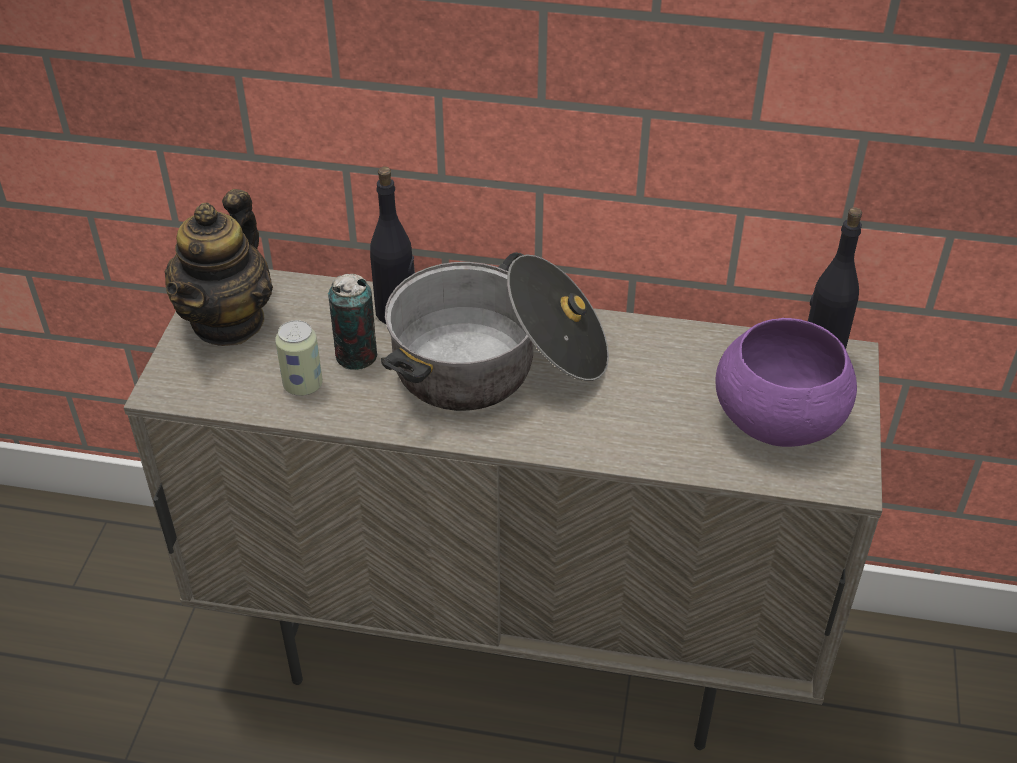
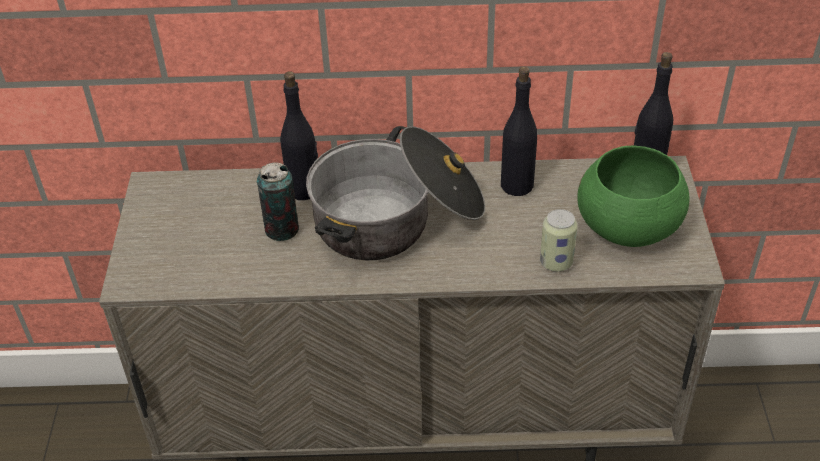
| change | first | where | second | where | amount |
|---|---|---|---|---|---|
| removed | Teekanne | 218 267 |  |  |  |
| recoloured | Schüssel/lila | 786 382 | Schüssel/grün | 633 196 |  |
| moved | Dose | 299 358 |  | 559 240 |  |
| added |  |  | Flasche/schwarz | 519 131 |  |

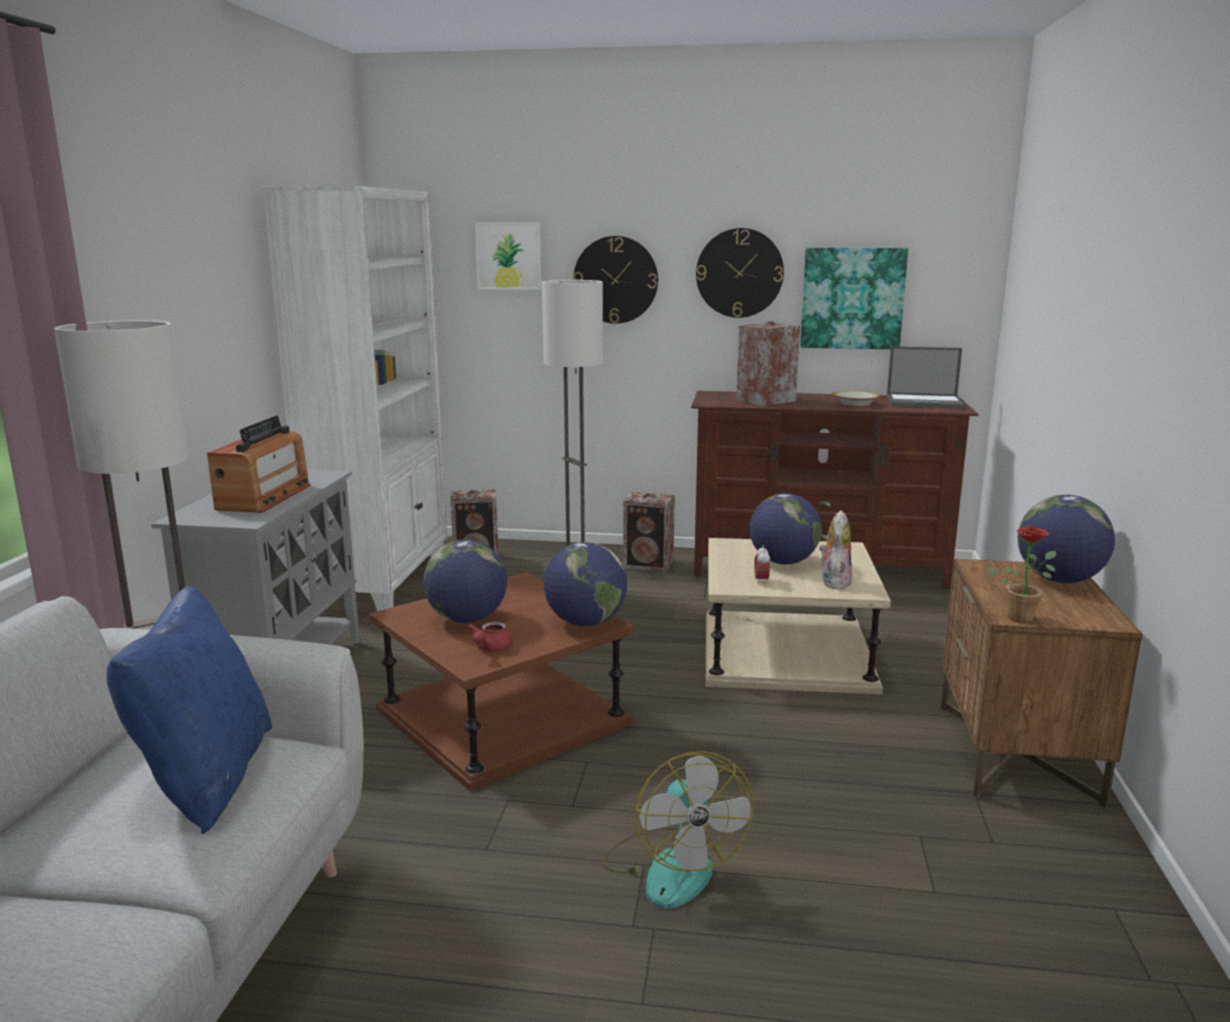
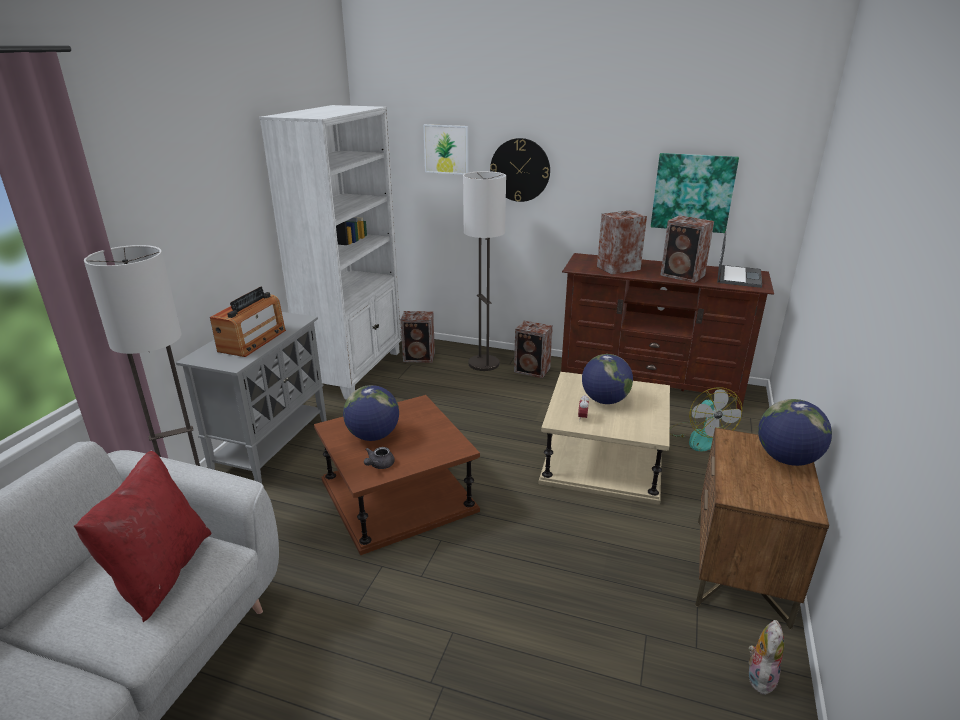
| change | first | where | second | where | amount |
|---|---|---|---|---|---|
| removed | Wanduhr | 740 273 |  |  |  |
| turned | Laptop | 926 377 |  | 739 259 | 90 degrees counterclockwise |
| replaced | Schüssel | 856 399 | Lautsprecher | 687 249 |  |
| moved | Plüschtier | 835 549 |  | 766 657 |  |
| removed | Topfpflanze | 1021 574 |  |  |  |
| removed | Globus | 585 584 |  |  |  |
| recoloured | Kissen/blau | 189 710 | Kissen/rot | 142 536 |  |
| recoloured | Teekanne/rot | 490 637 | Teekanne/grau | 379 458 |  |
| moved | Ventilator | 677 830 |  | 706 419 |  |

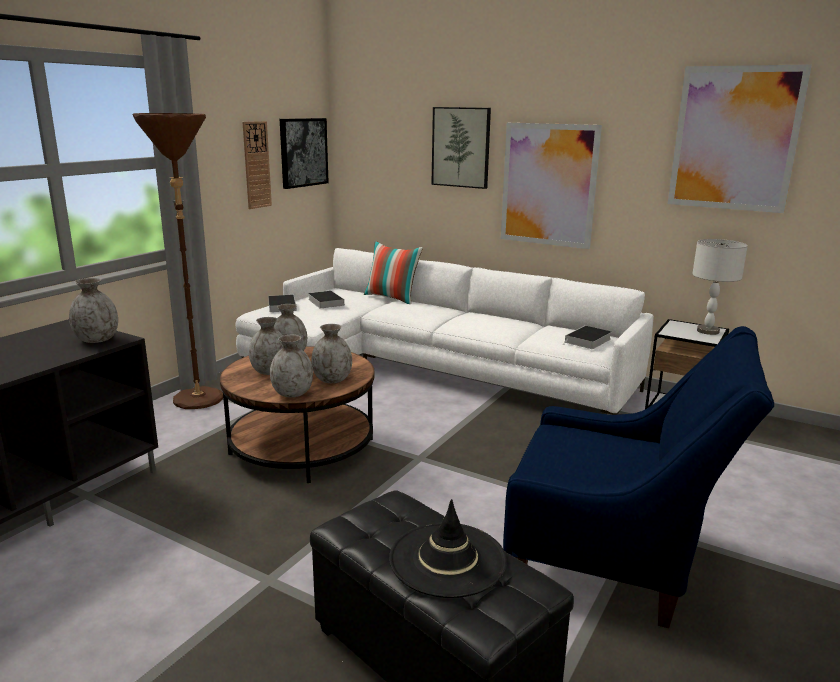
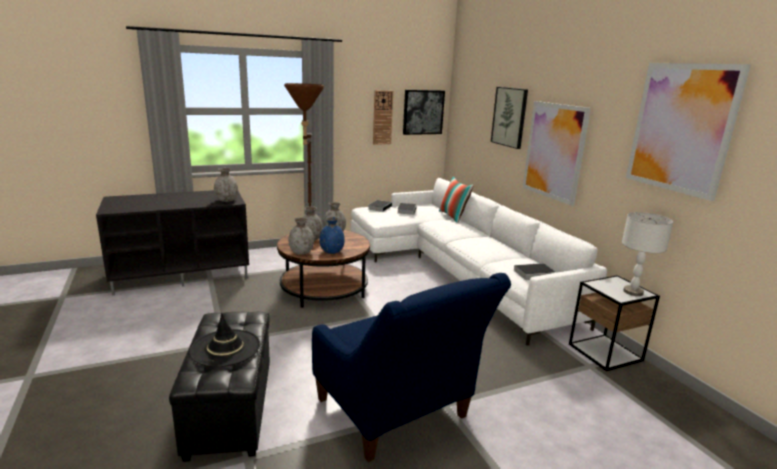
| change | first | where | second | where | amount |
|---|---|---|---|---|---|
| recoloured | Vase/grau | 331 353 | Vase/blau | 332 235 |  |

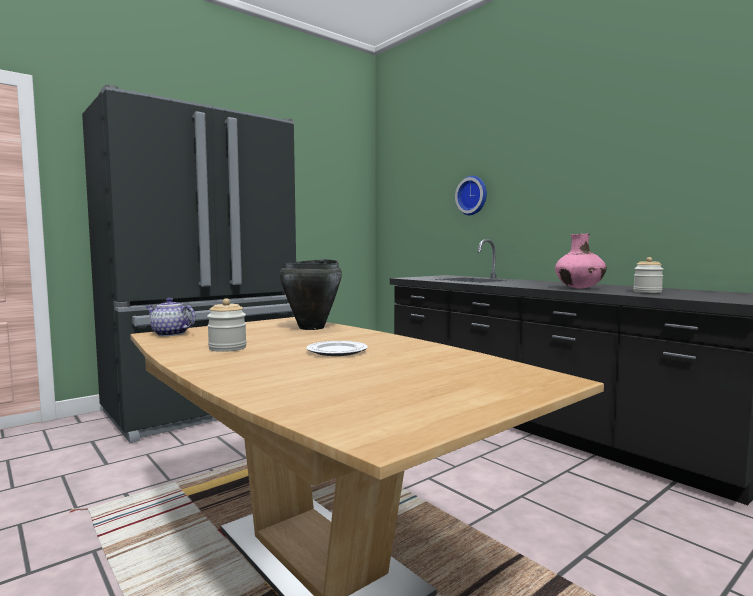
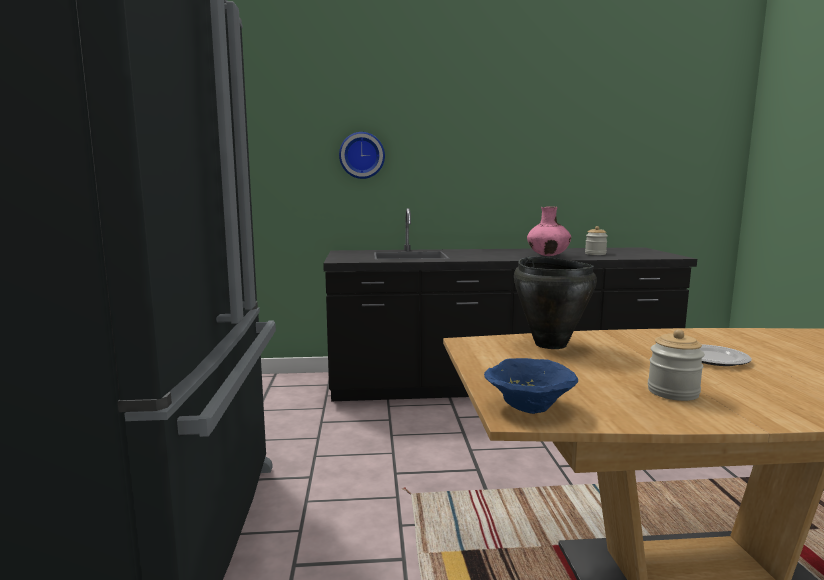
| change | first | where | second | where | amount |
|---|---|---|---|---|---|
| replaced | Teekanne | 171 317 | Schüssel/blau | 531 386 |  |

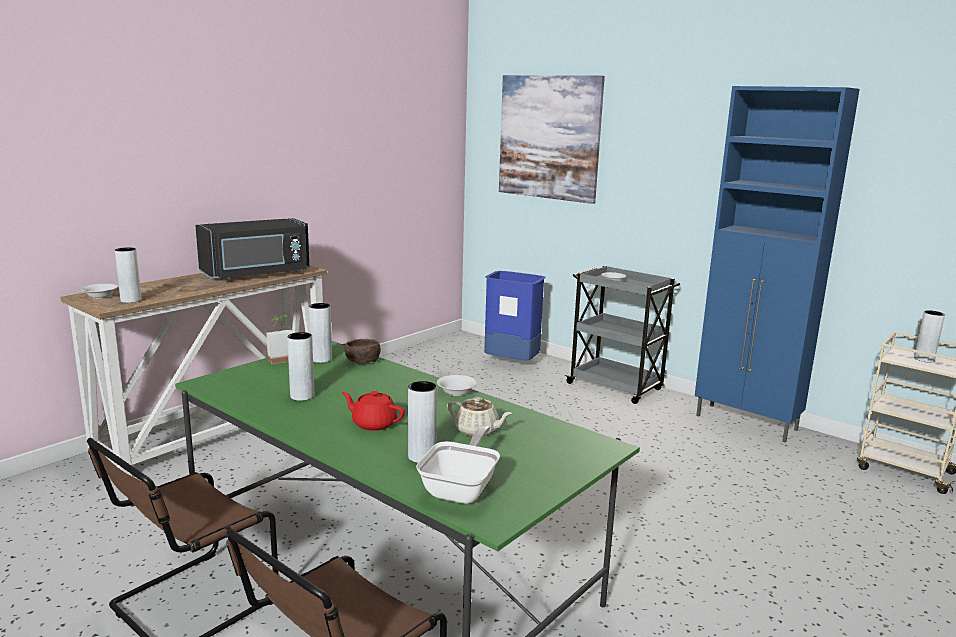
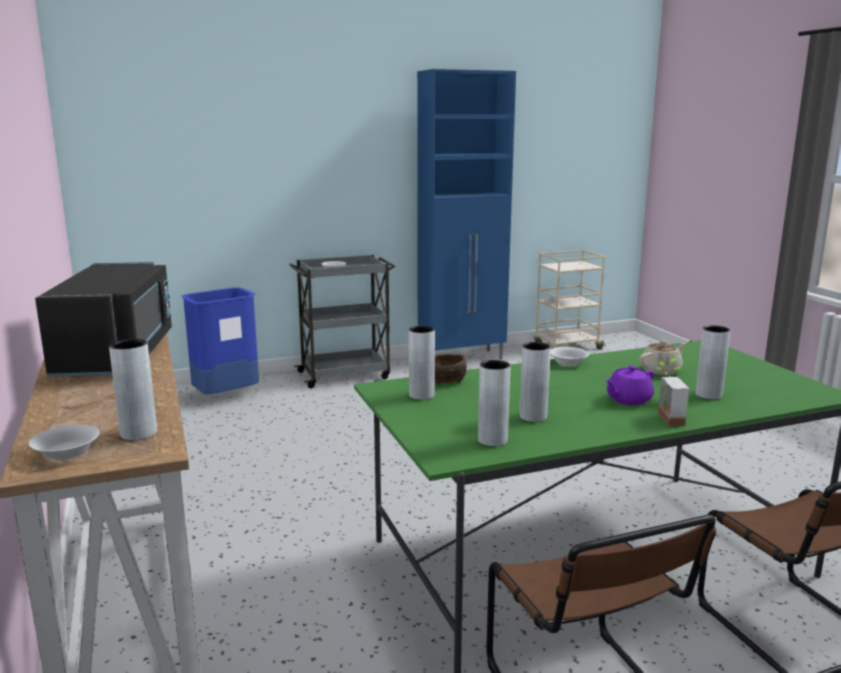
| change | first | where | second | where | amount |
|---|---|---|---|---|---|
| removed | Bild | 552 139 |  |  |  |
| moved | Vase/grau | 929 336 |  | 494 403 |  |
| moved | Topfpflanze | 280 339 |  | 671 392 |  |
| recoloured | Teekanne/rot | 373 411 | Teekanne/lila | 630 385 |  |
| removed | Pfanne | 458 464 |  |  |  |

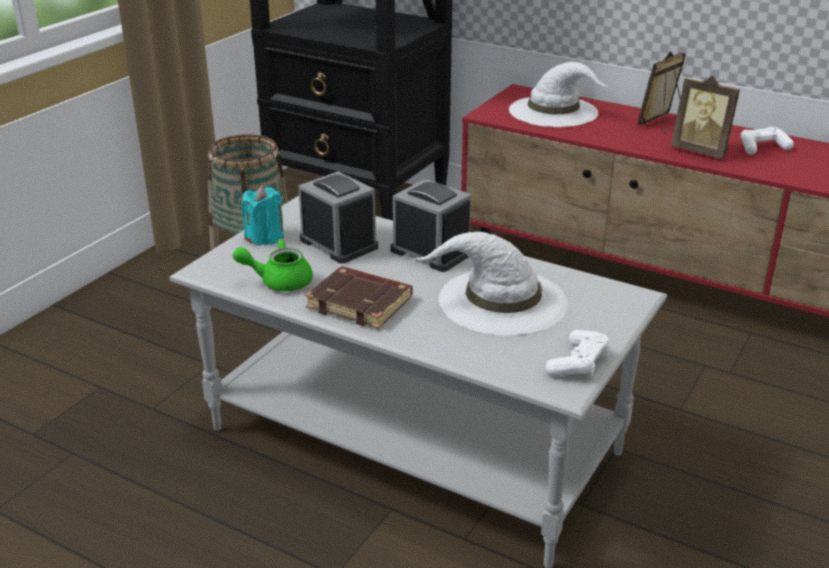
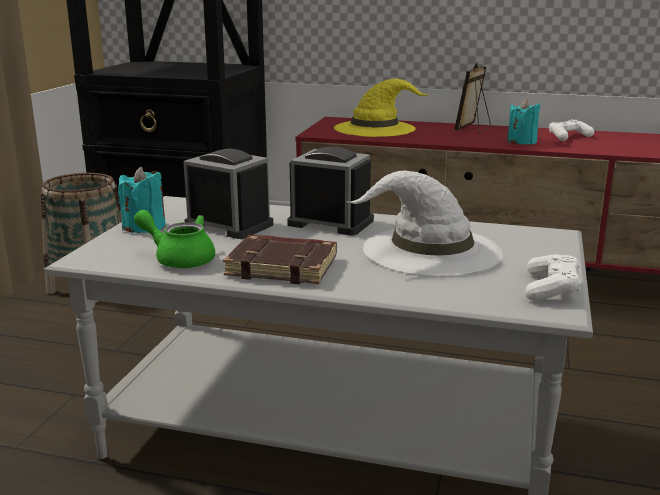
| change | first | where | second | where | amount |
|---|---|---|---|---|---|
| recoloured | Hut/weiß | 559 94 | Hut/gelb | 382 107 |  |
| replaced | Bilderrahmen | 705 117 | Kerze/türkis | 523 121 |  |
| turned | Teekanne/grün | 273 265 |  | 174 239 | 45 degrees clockwise |

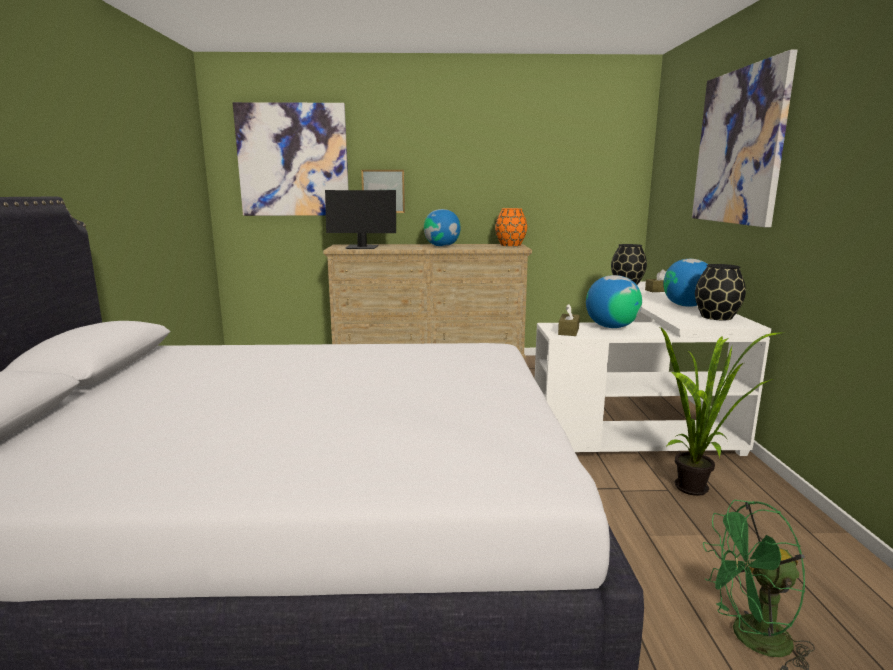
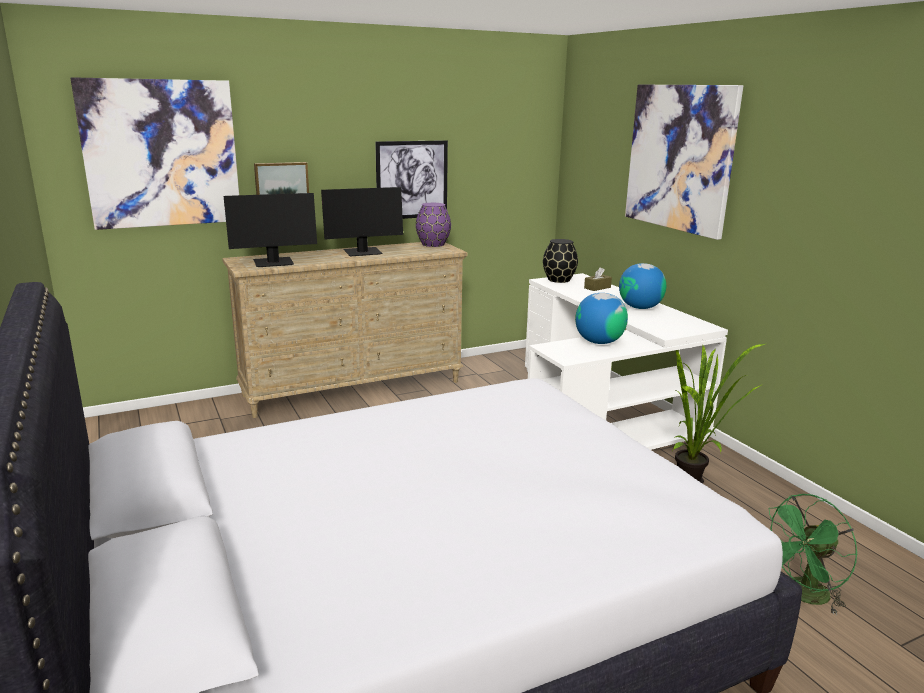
| change | first | where | second | where | amount |
|---|---|---|---|---|---|
| recoloured | Vase/orange | 511 227 | Vase/lila | 433 225 |  |
| replaced | Globus | 442 228 | Monitor | 362 221 |  |
| removed | Vase/schwarz | 720 292 |  |  |  |
| removed | Taschentuchbox/braun | 569 320 |  |  |  |
| added |  |  | Bild | 411 179 |  |

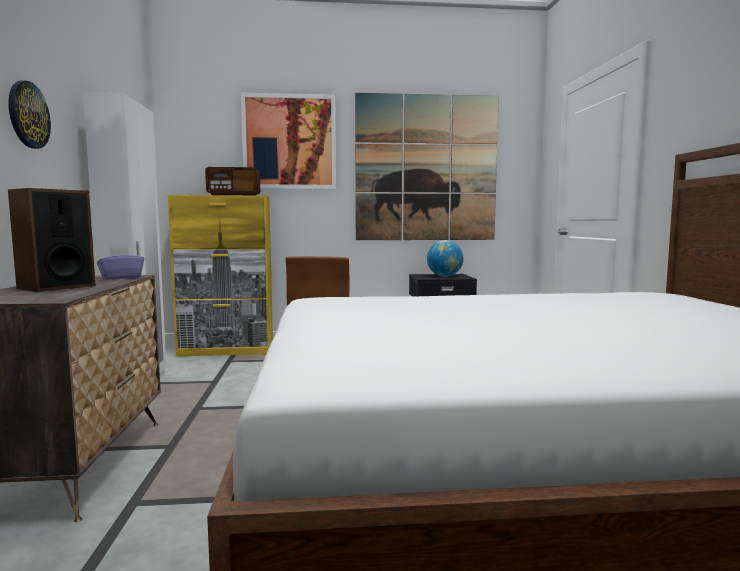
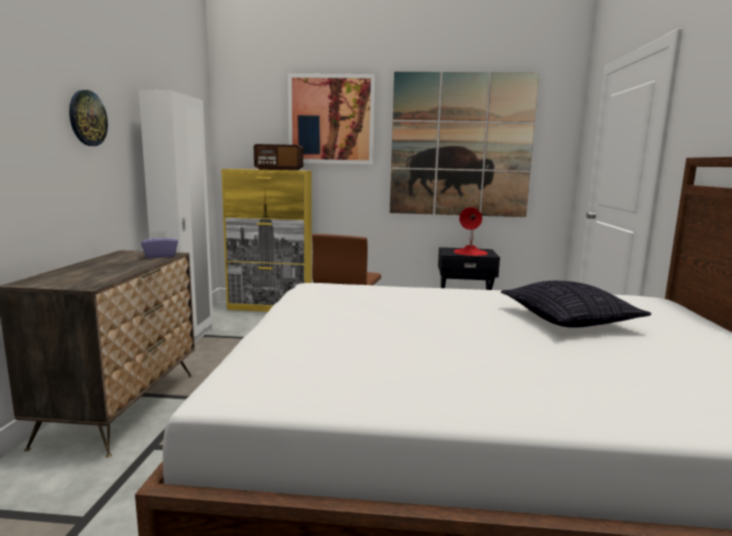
| change | first | where | second | where | amount |
|---|---|---|---|---|---|
| removed | Lautsprecher | 52 240 |  |  |  |
| replaced | Globus | 445 258 | Tischlampe/rot | 470 231 |  |
| added |  |  | Kissen | 576 304 |  |

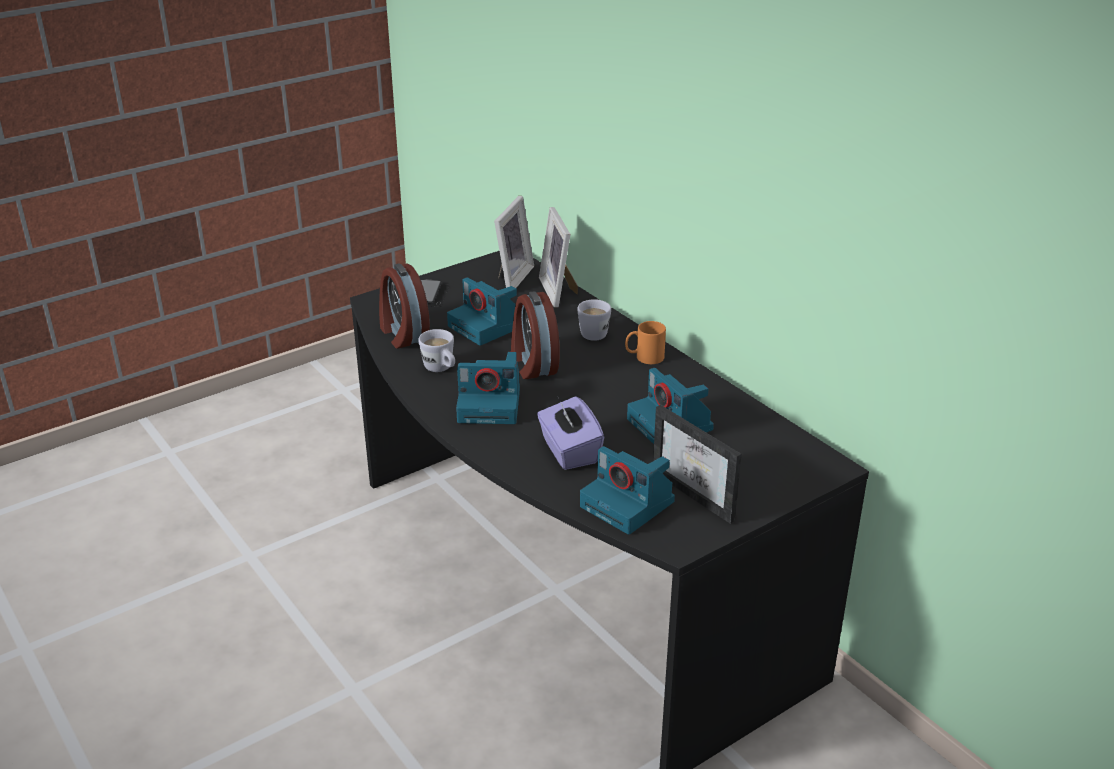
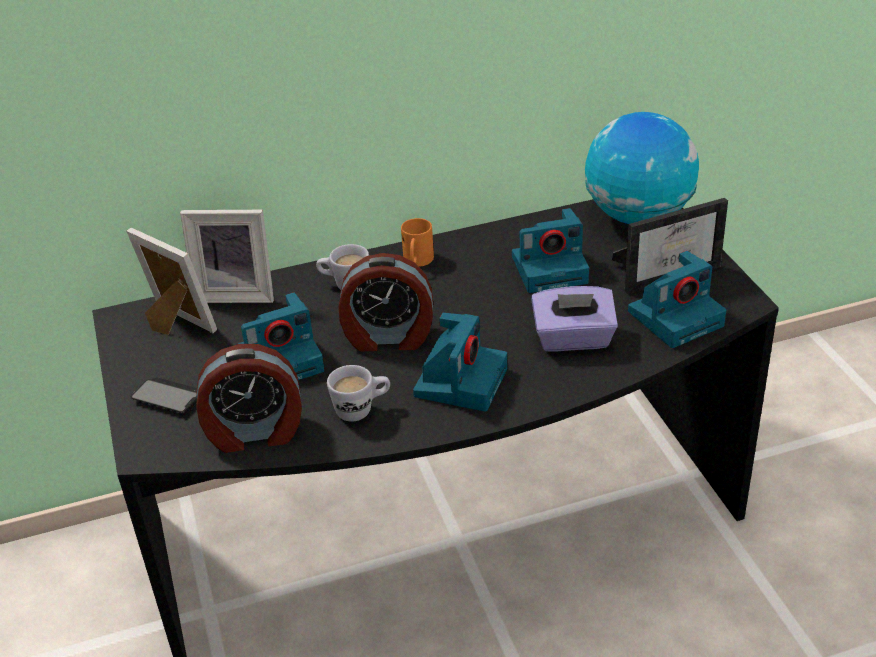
| change | first | where | second | where | amount |
|---|---|---|---|---|---|
| added |  |  | Globus | 642 168 |  |

